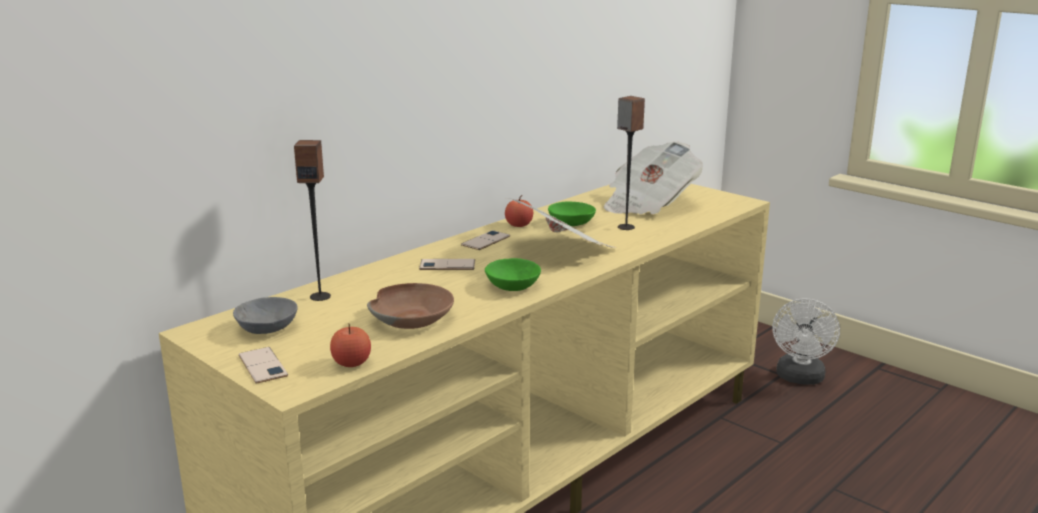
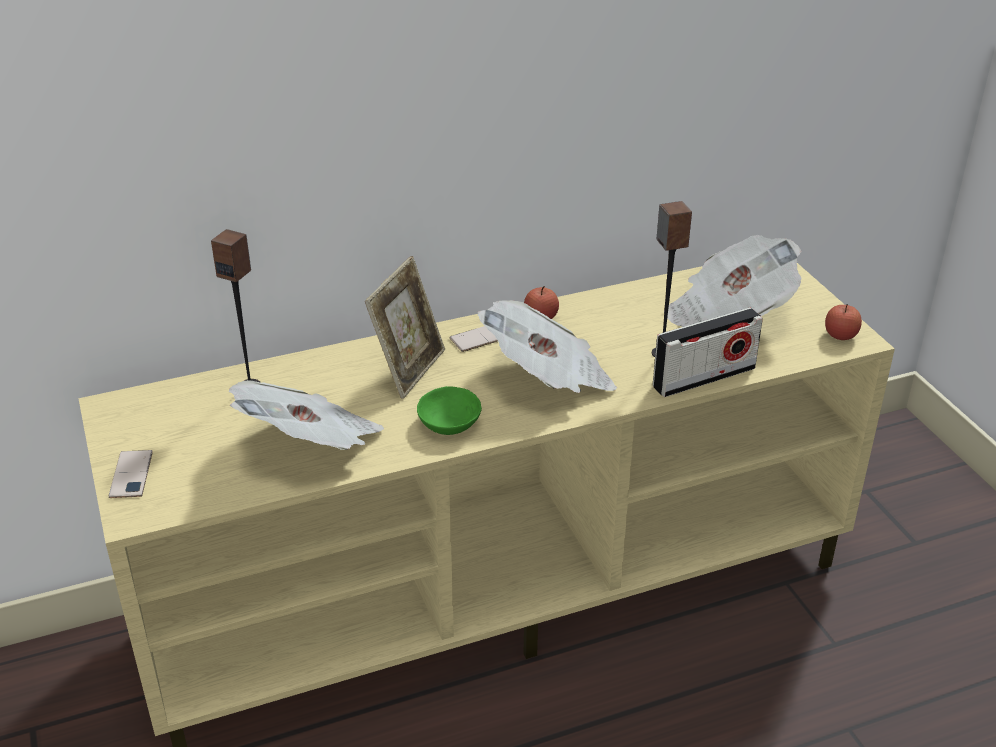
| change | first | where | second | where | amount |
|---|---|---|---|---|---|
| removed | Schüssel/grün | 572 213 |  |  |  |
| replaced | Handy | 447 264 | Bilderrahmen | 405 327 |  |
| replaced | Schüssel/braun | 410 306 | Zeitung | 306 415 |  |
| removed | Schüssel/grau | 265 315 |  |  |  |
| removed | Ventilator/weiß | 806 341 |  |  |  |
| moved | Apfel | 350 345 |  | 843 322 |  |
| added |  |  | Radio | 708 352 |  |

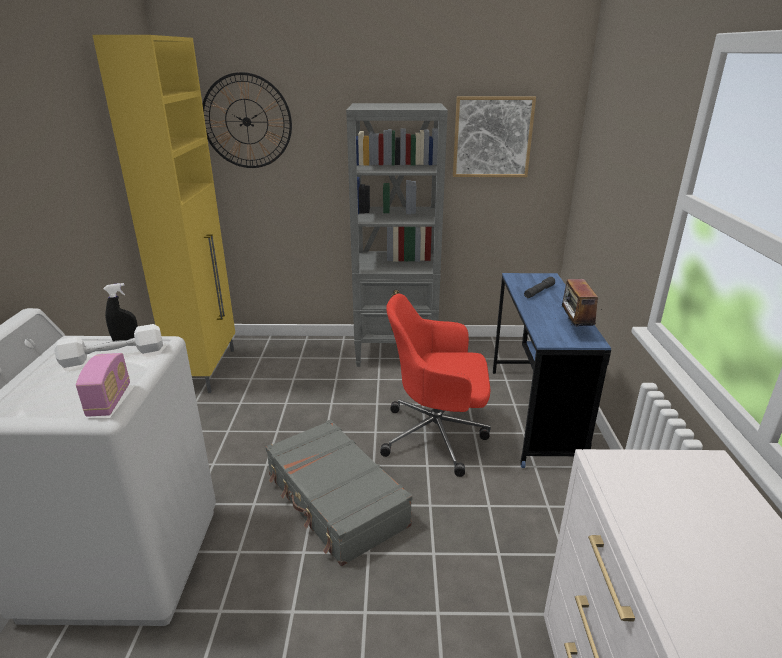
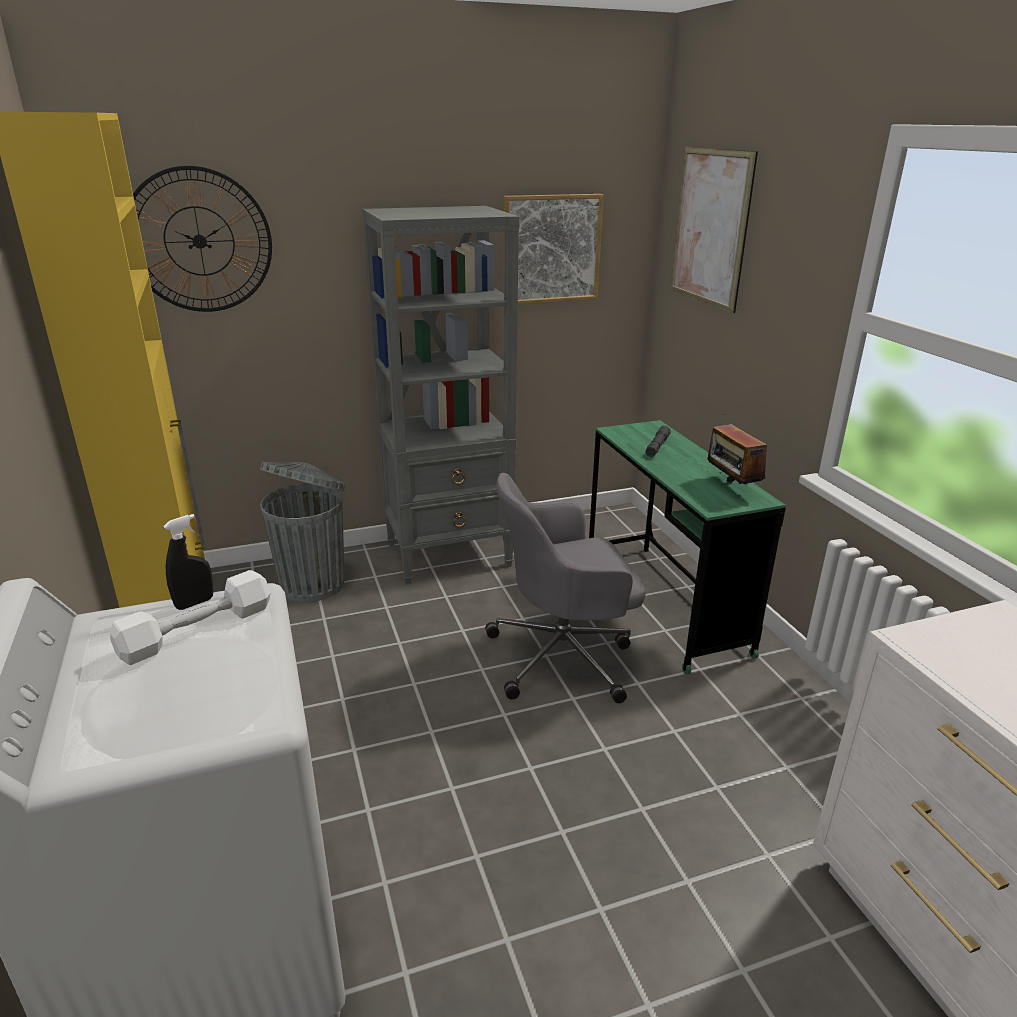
| change | first | where | second | where | amount |
|---|---|---|---|---|---|
| recoloured | Schreibtisch/blau | 552 370 | Schreibtisch/grün | 687 547 |  |
| recoloured | Bürostuhl/rot | 435 385 | Bürostuhl/grau | 565 588 |  |
| removed | Radio | 103 385 |  |  |  |
| removed | Koffer/grau | 339 493 |  |  |  |
| added |  |  | Bild | 714 230 |  |
| added |  |  | Mülleimer/grau | 302 532 |  |

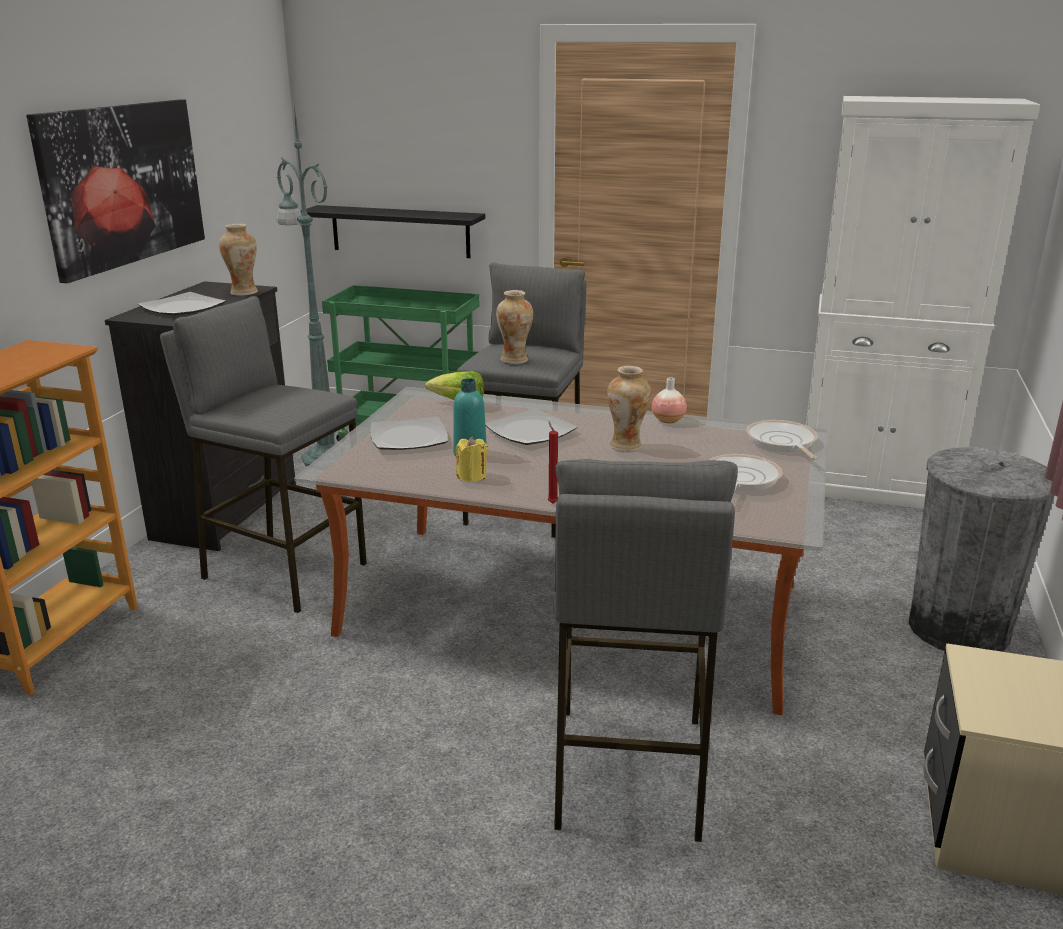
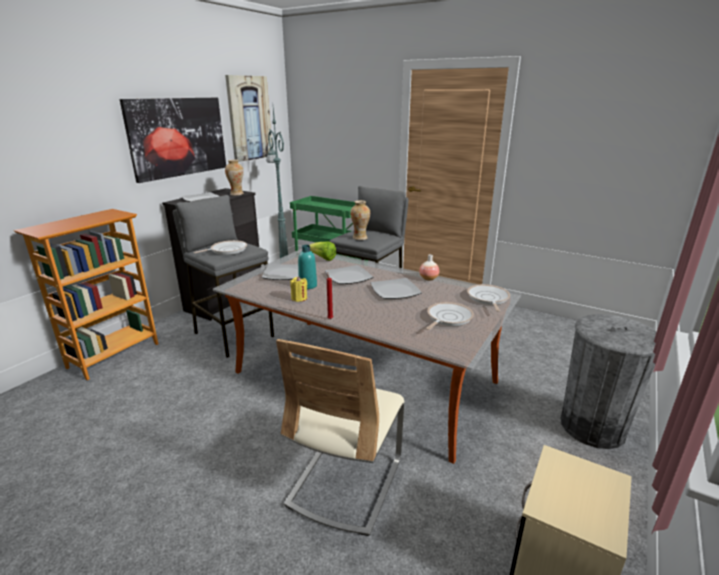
| change | first | where | second | where | amount |
|---|---|---|---|---|---|
| removed | Schrank/weiß | 923 302 |  |  |  |
| removed | Wandregal/schwarz | 392 231 |  |  |  |
| replaced | Vase | 629 409 | Teller | 396 288 |  |
| replaced | Hocker/grau | 645 650 | Stuhl/beige | 340 437 |  |
| added |  |  | Bild | 248 118 |  |
| added |  |  | Pfanne | 220 247 |  |

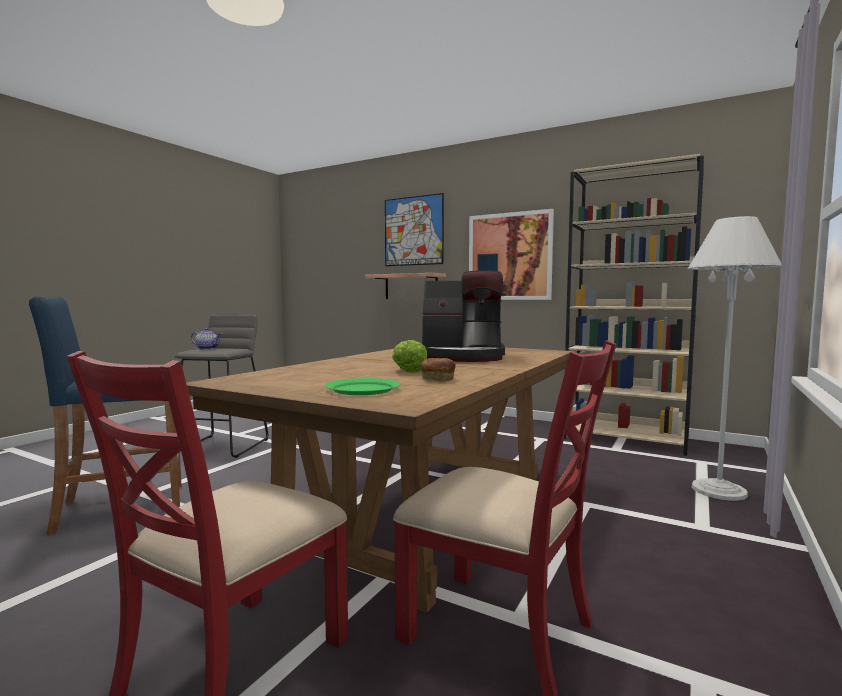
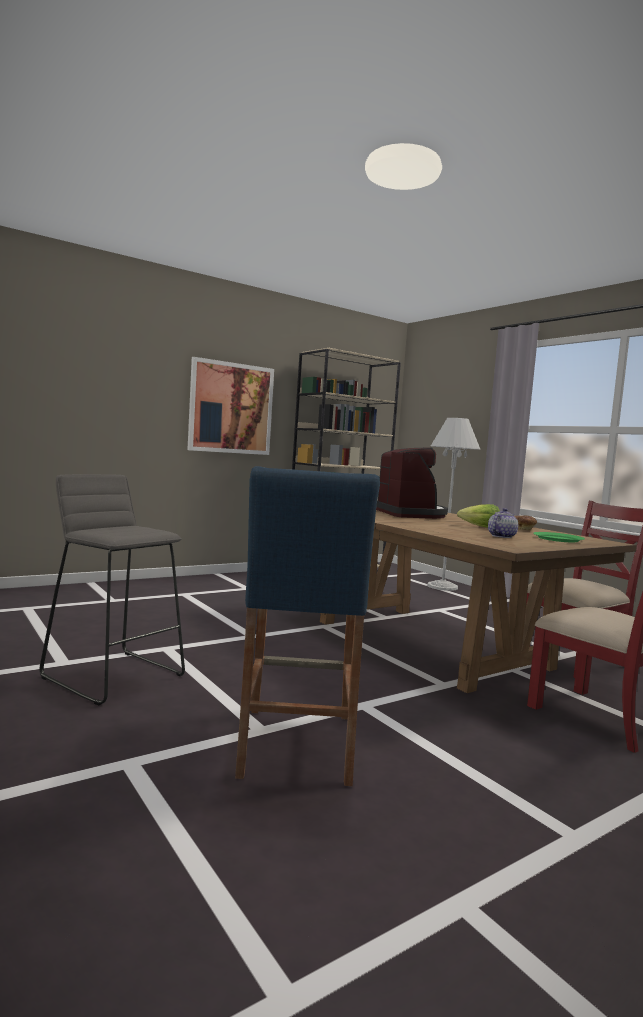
| change | first | where | second | where | amount |
|---|---|---|---|---|---|
| removed | Bild | 414 229 |  |  |  |
| turned | Kaffeemaschine | 463 316 |  | 412 483 | 45 degrees counterclockwise |
| removed | Wandregal | 405 286 |  |  |  |
| moved | Teekanne | 206 339 |  | 503 523 |  |

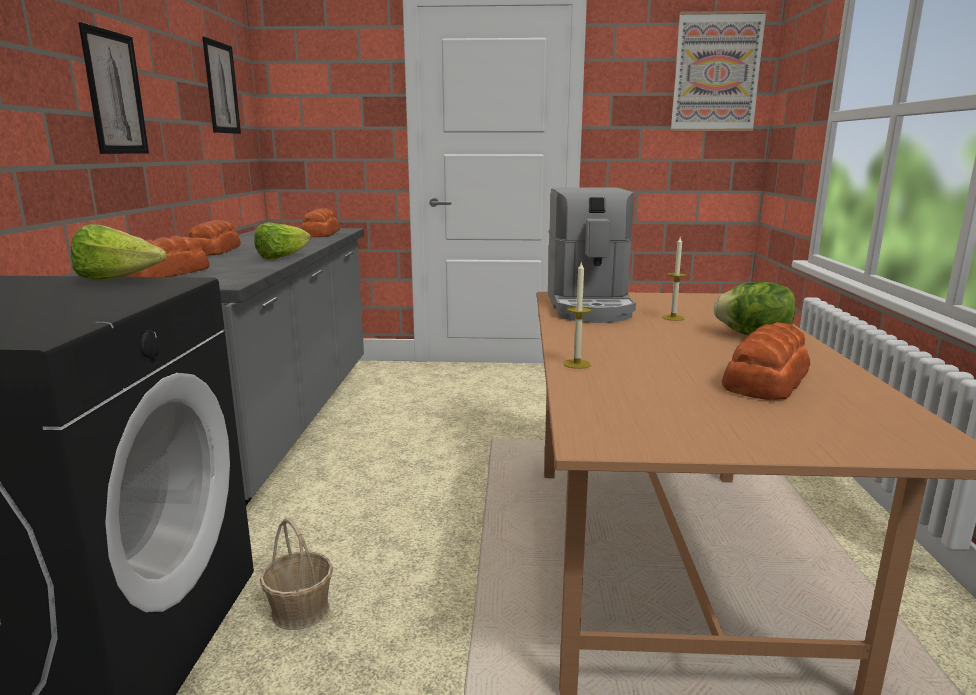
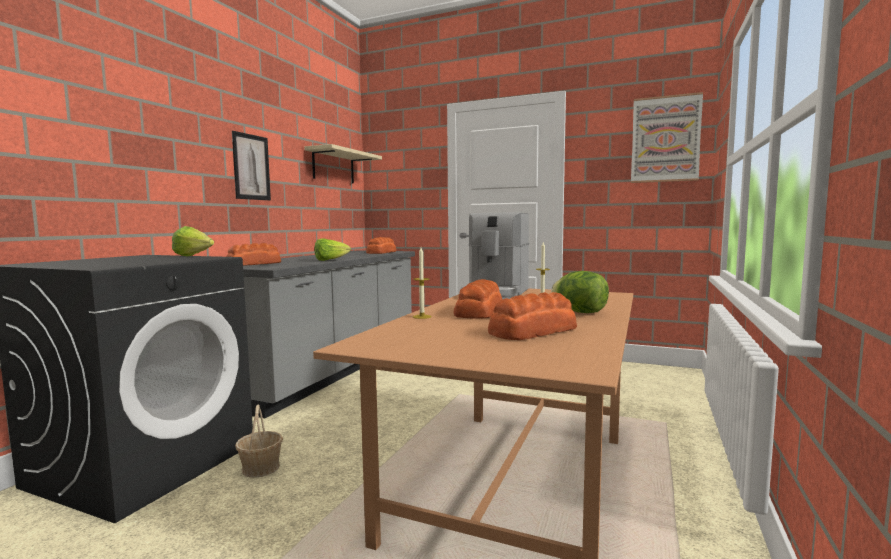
| change | first | where | second | where | amount |
|---|---|---|---|---|---|
| replaced | Bild | 221 85 | Wandregal/beige | 343 164 |  |
| moved | Brot | 214 238 |  | 478 299 |  |

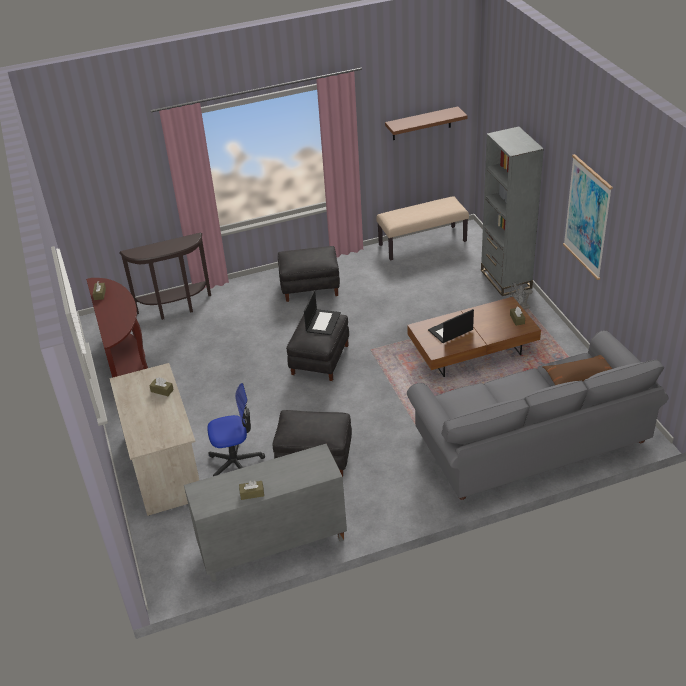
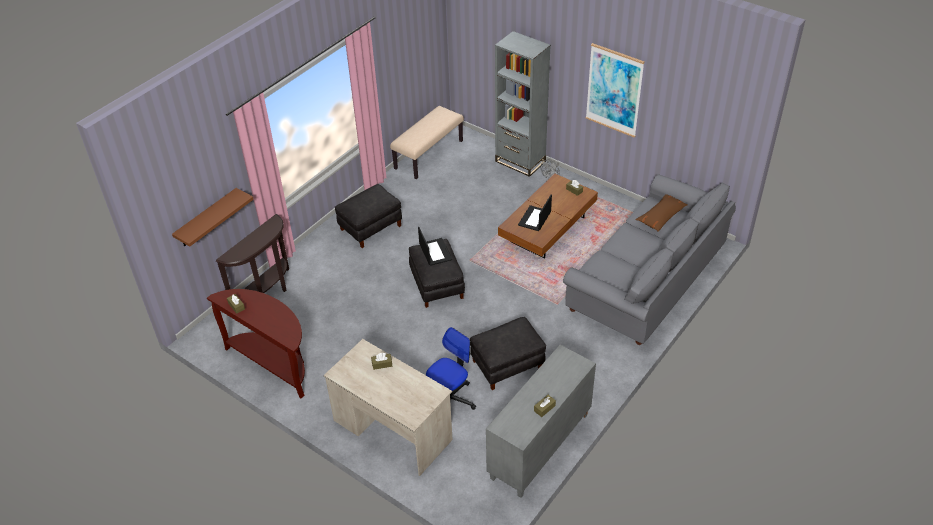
| change | first | where | second | where | amount |
|---|---|---|---|---|---|
| moved | Wandregal/braun | 426 123 |  | 213 217 |  |

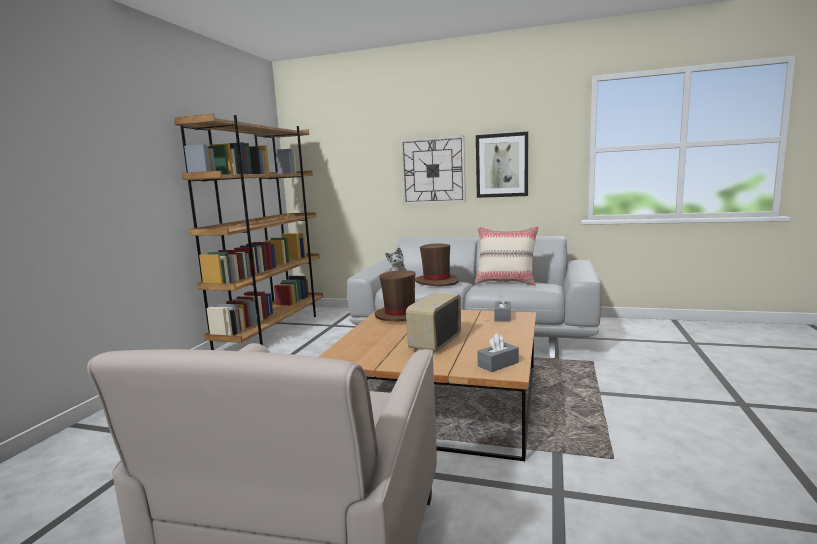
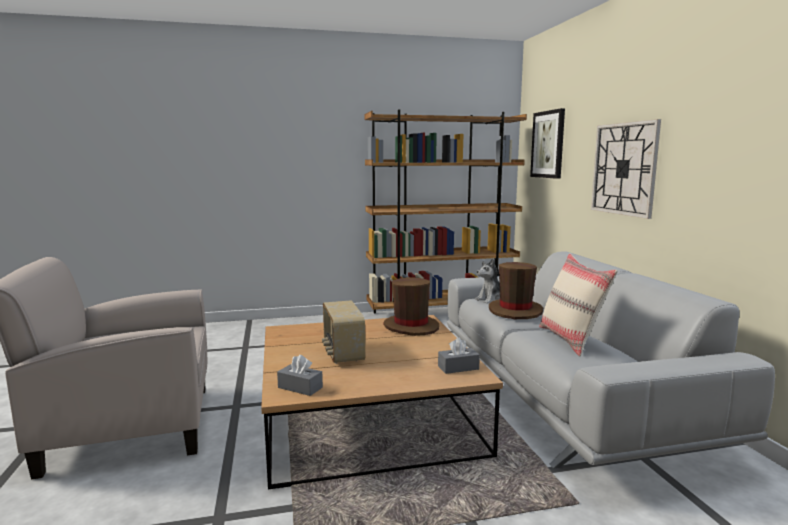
| change | first | where | second | where | amount |
|---|---|---|---|---|---|
| moved | Bild | 502 165 |  | 547 143 |  |
| turned | Radio | 433 322 |  | 343 332 | 105 degrees counterclockwise |

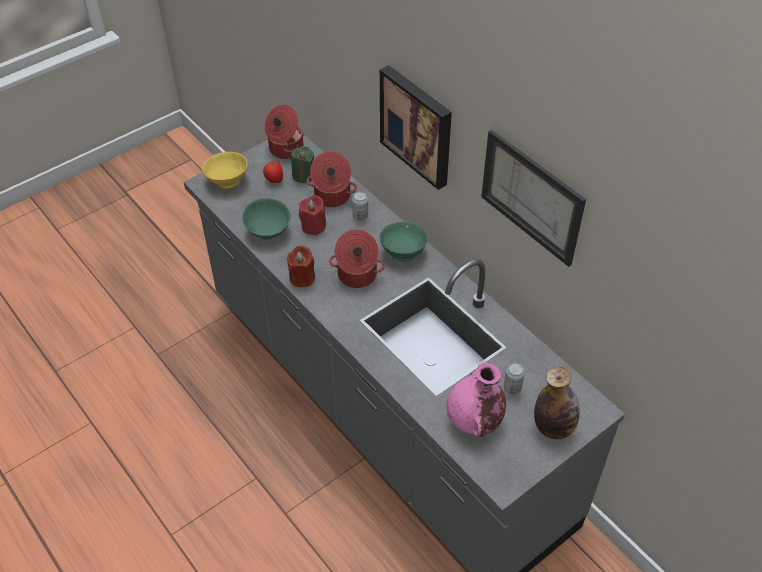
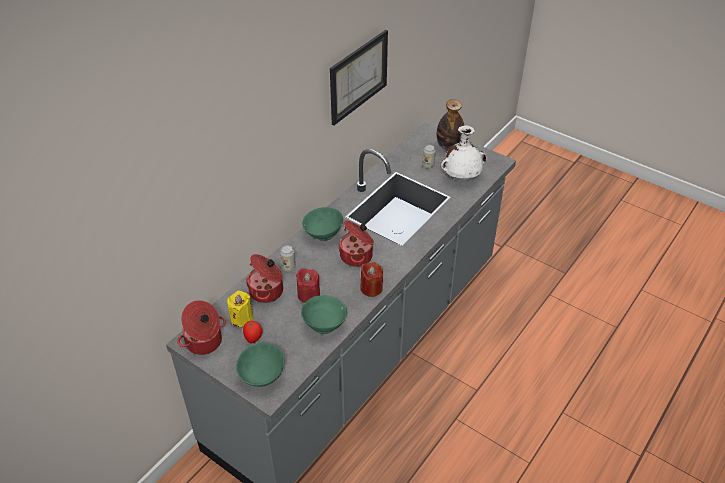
| change | first | where | second | where | amount |
|---|---|---|---|---|---|
| removed | Bild | 416 127 |  |  |  |
| recoloured | Kerze/grün | 302 164 | Kerze/gelb | 240 309 |  |
| recoloured | Schüssel/gelb | 225 170 | Schüssel/grün | 260 364 |  |
| recoloured | Vase/rosa | 476 399 | Vase/weiß | 464 153 |  |

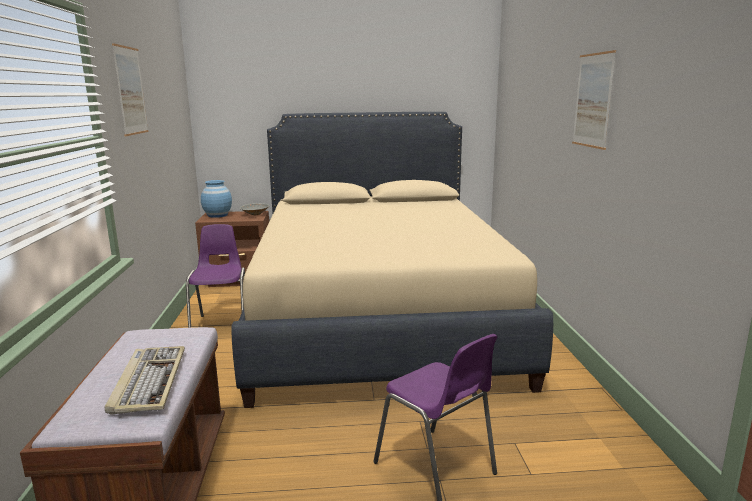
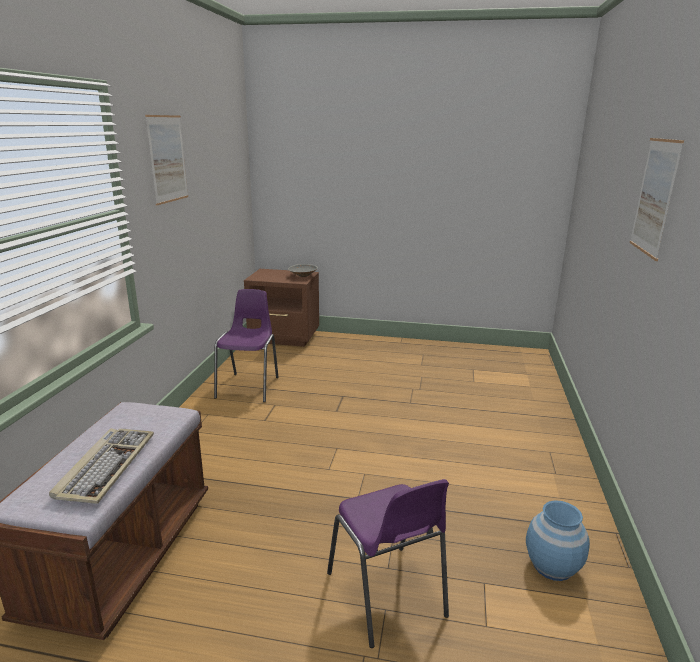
| change | first | where | second | where | amount |
|---|---|---|---|---|---|
| removed | Bett/beige | 392 260 |  |  |  |
| moved | Vase/blau | 216 199 |  | 558 540 |  |

